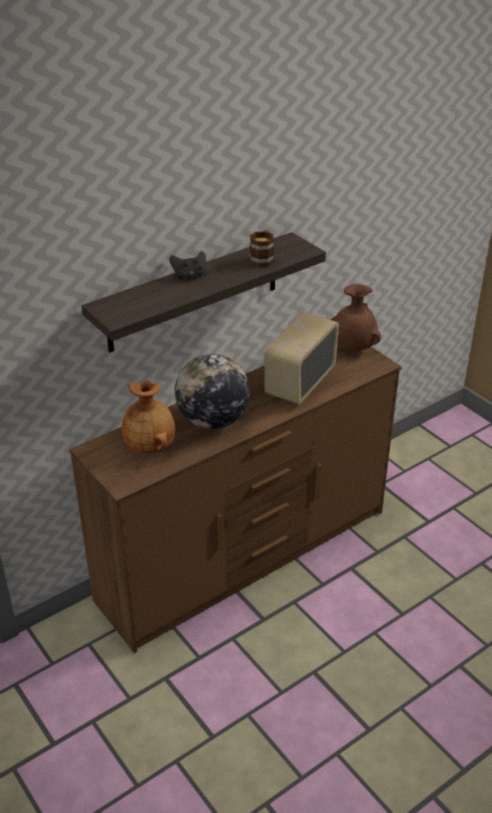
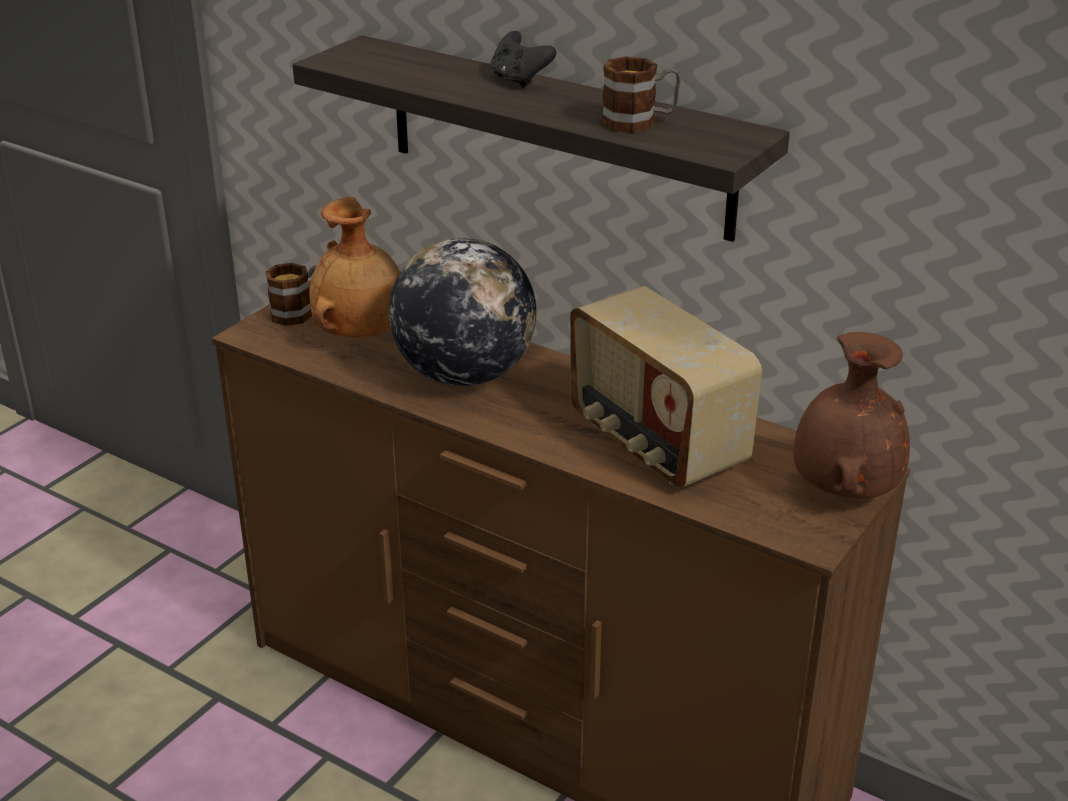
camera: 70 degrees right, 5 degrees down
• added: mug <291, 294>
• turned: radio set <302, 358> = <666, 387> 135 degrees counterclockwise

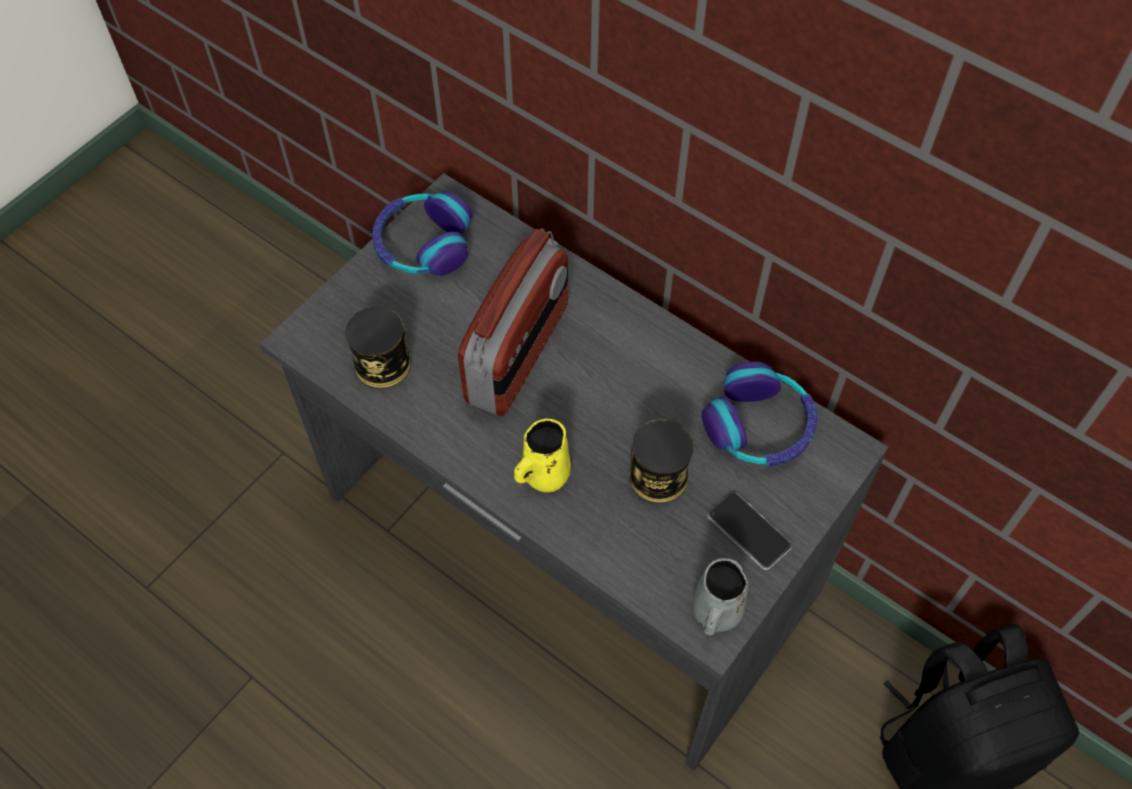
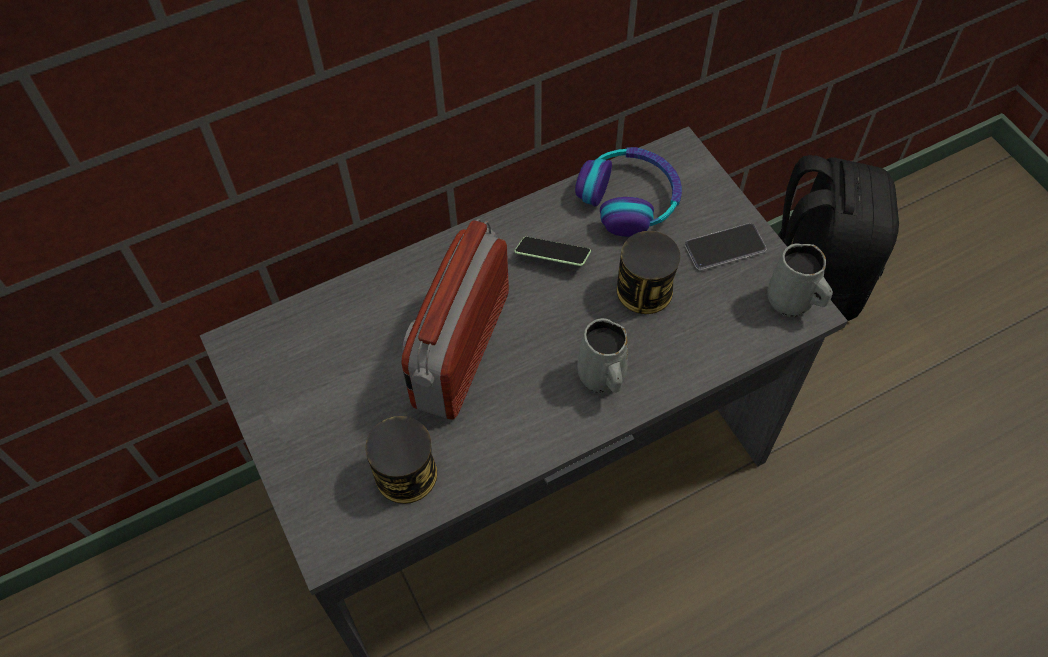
camera: 65 degrees left, 0 degrees up
• removed: pair of headphones <422, 234>
• added: handset <552, 251>
• recoloured: yellow-coloured mug <542, 455> to grey mug <602, 356>
• turned: radio set <513, 322> = <455, 319> 120 degrees counterclockwise

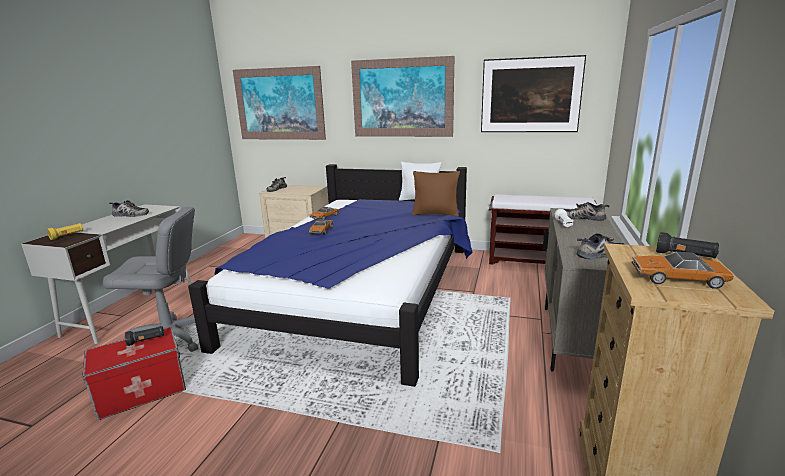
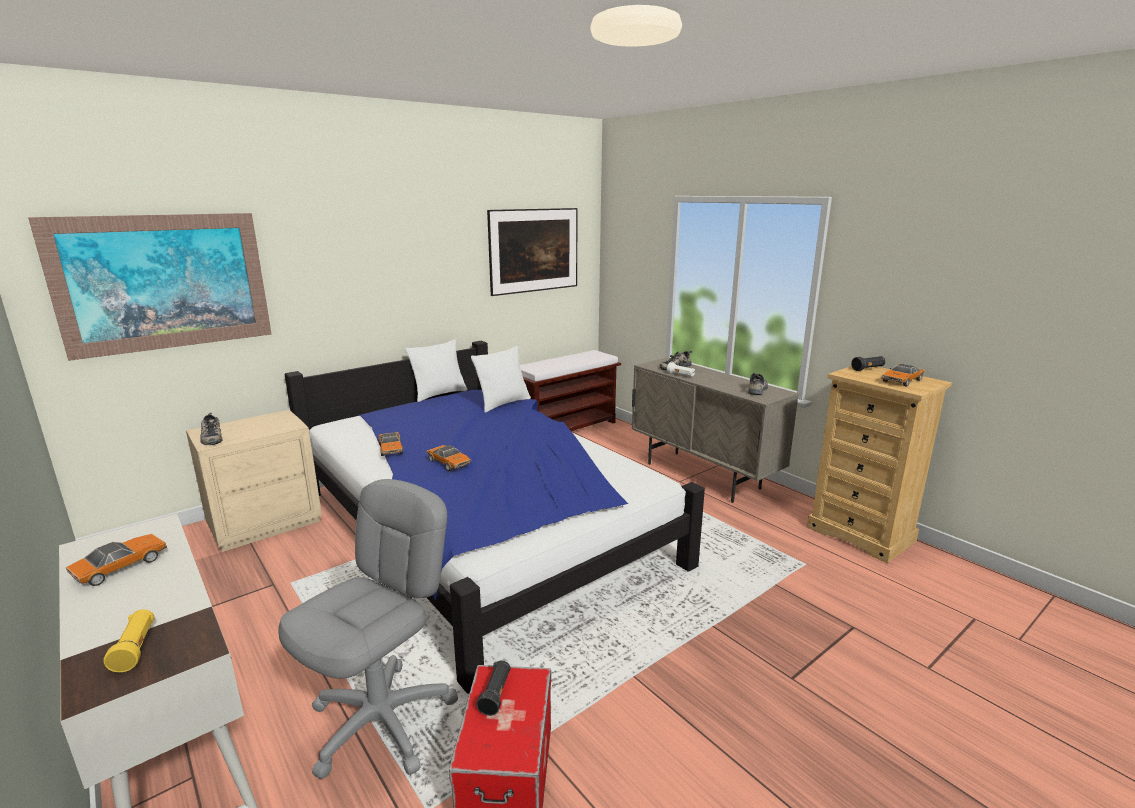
camera: 55 degrees left, 0 degrees up
• removed: wall art <403, 96>
• replaced: low shoe <129, 208> to model car <116, 560>
• recoloured: brown cushion <436, 193> to white-coloured cushion <501, 379>

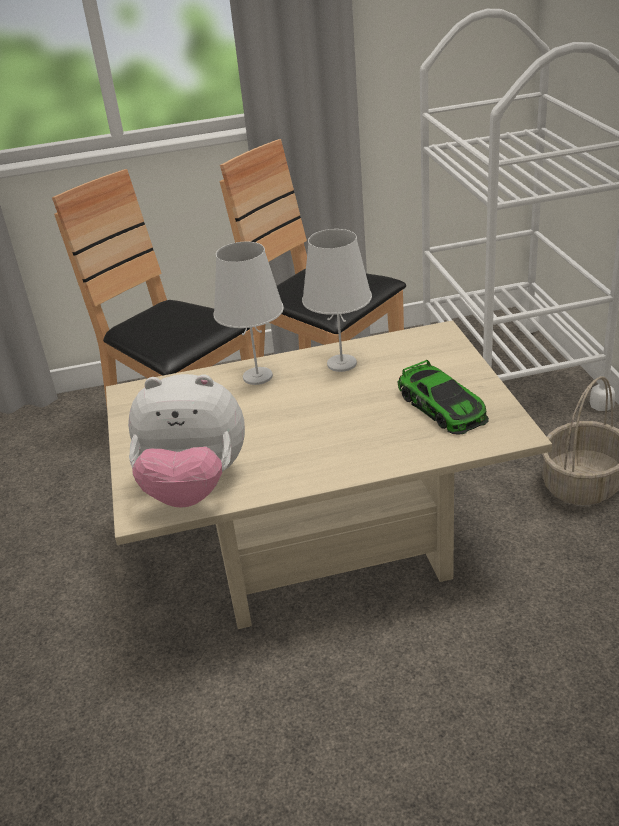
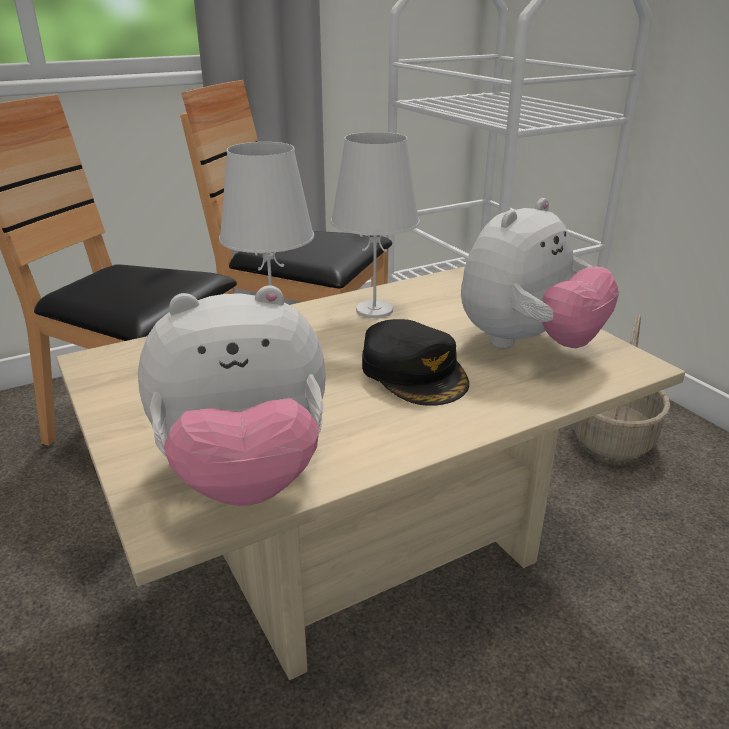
camera: 20 degrees left, 5 degrees down
• added: black-coloured peaked cap <415, 362>
• replaced: model car <443, 397> to soft toy <540, 273>

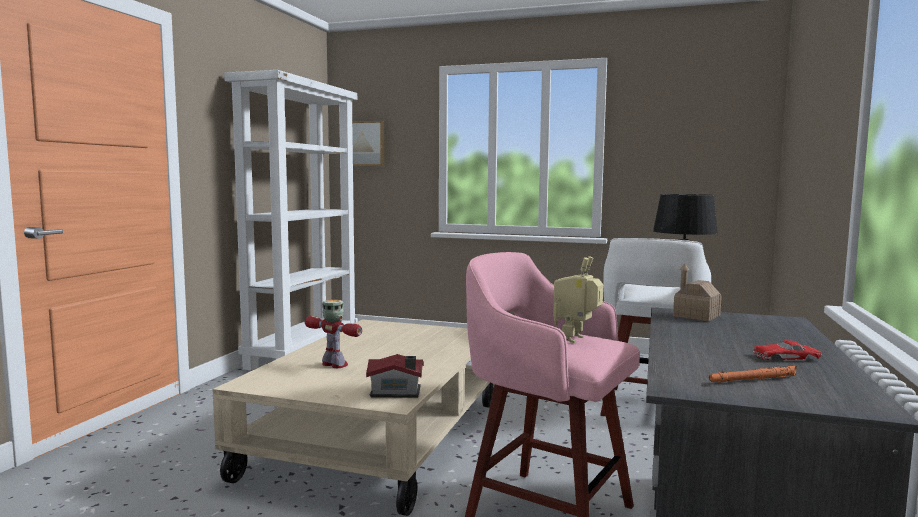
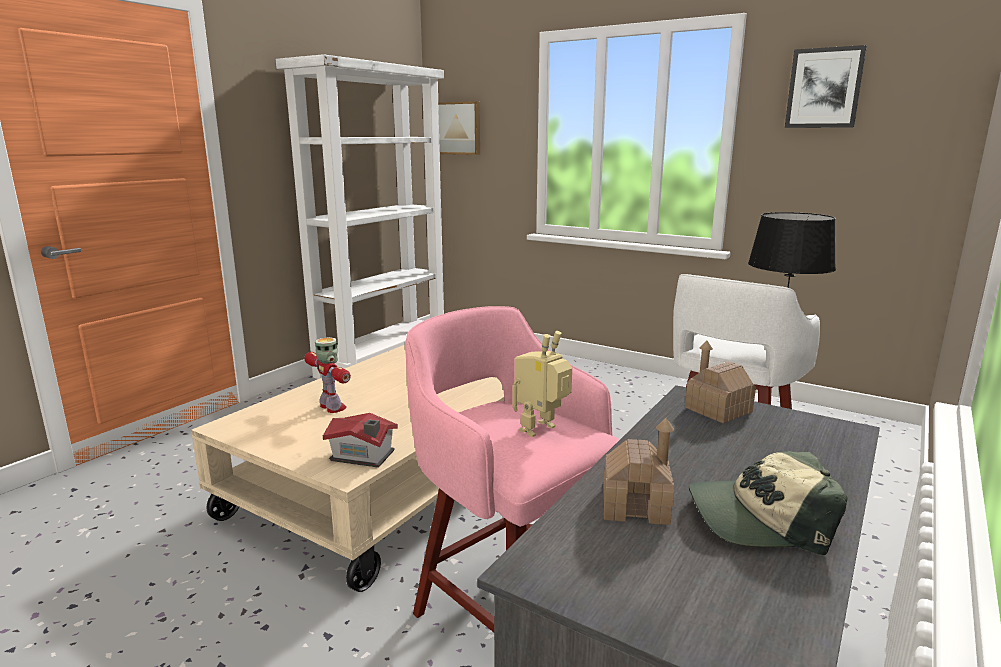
camera: 15 degrees right, 10 degrees up
• removed: orangey flashlight <753, 374>
• added: miniature house <638, 471>
• added: wall art <826, 86>
• replaced: red model car <787, 350> to peaked cap <768, 503>

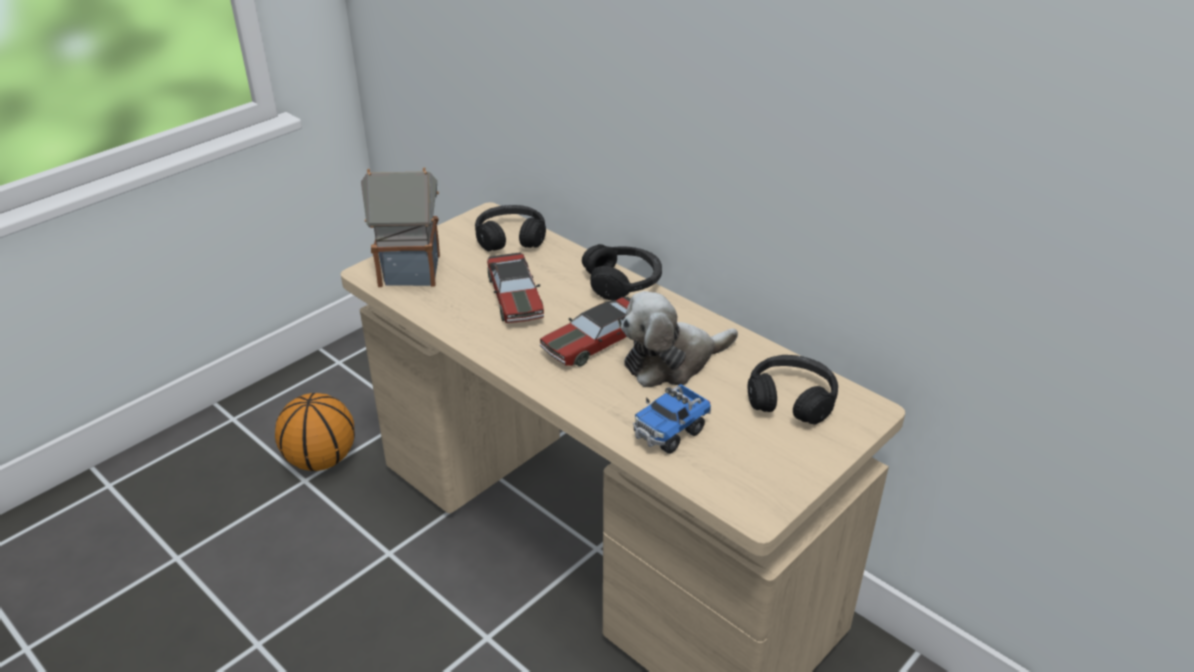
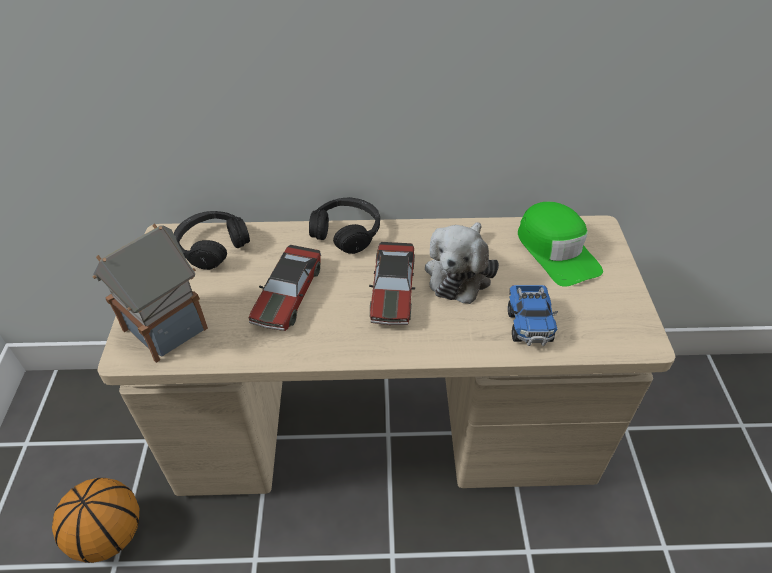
camera: 45 degrees left, 10 degrees up
• replaced: black-coloured pair of headphones <793, 389> to greenish peaked cap <560, 244>
• turned: model car <515, 287> = <285, 288> 75 degrees clockwise

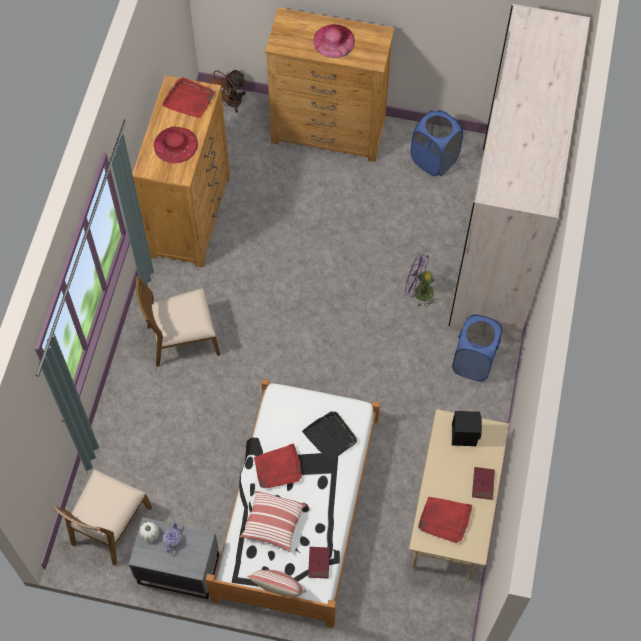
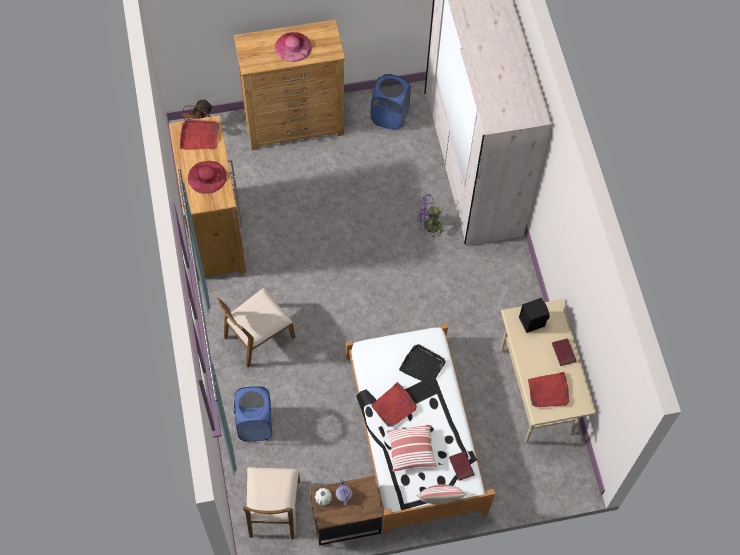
camera: 25 degrees left, 0 degrees up
• moved: bluish washing basket <477, 348> to <253, 413>
• recoloured: grey nightstand <174, 558> to brown nightstand <346, 510>

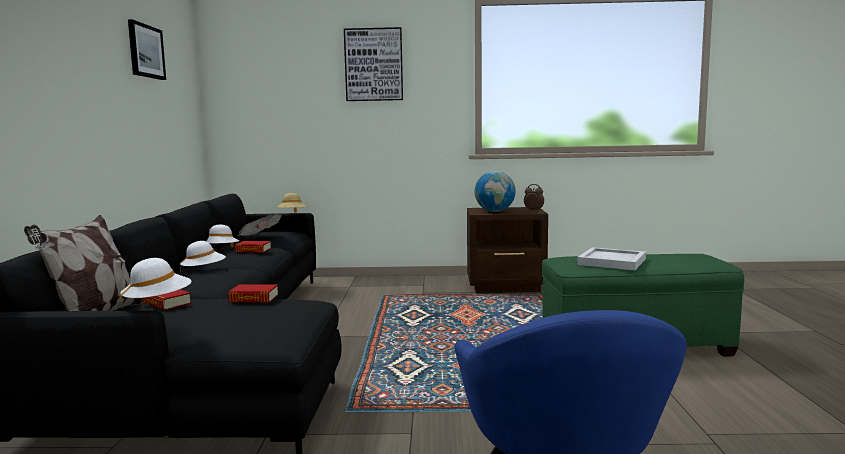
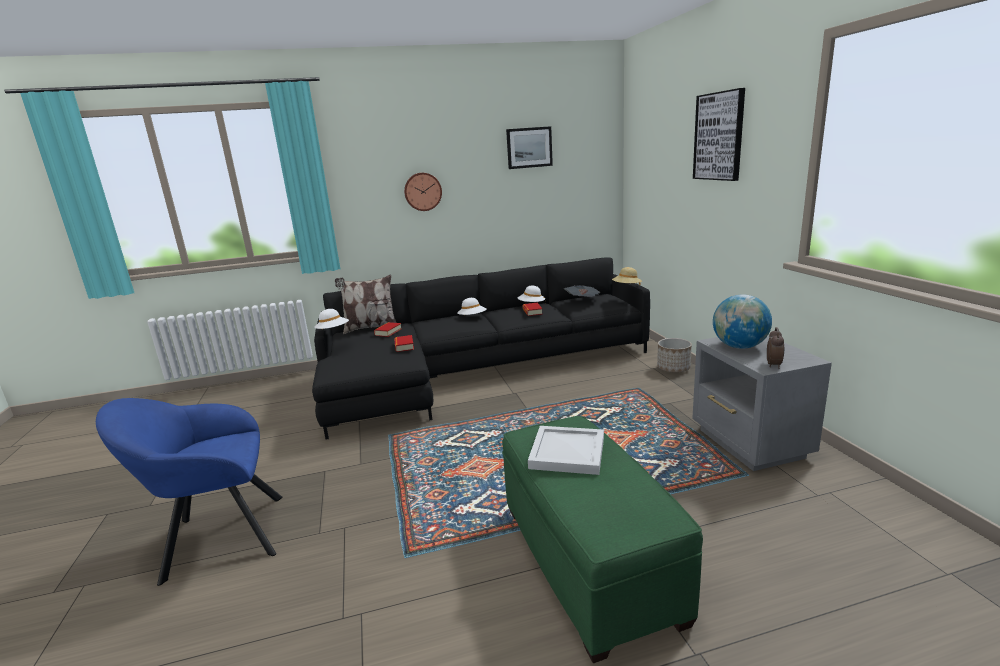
camera: 75 degrees right, 10 degrees up
• added: wall clock <423, 192>
• added: flower pot <674, 355>
• recoloured: brown nightstand <507, 250> to grey nightstand <762, 403>

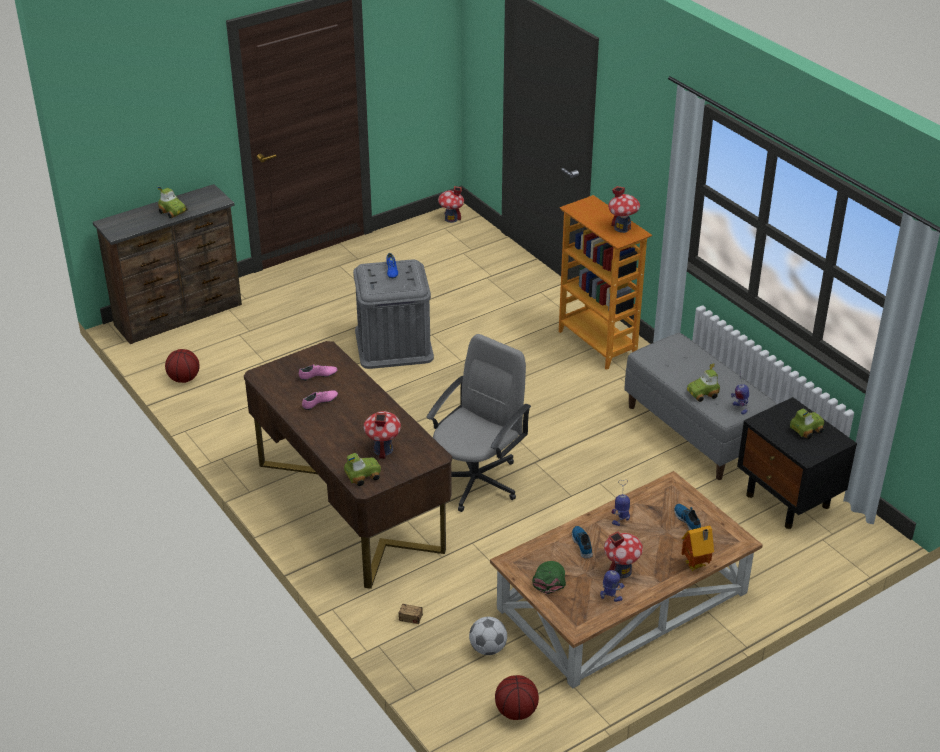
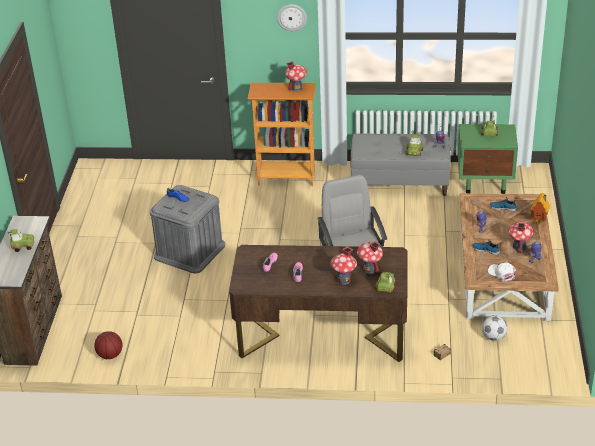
camera: 50 degrees left, 0 degrees up
• removed: ball for basketball <517, 697>
• added: wall clock <292, 17>
• moved: miniature house <451, 204> to <343, 266>
• recoloured: greenish peaked cap <549, 578> to white-coloured peaked cap <502, 272>
• recoloured: black-coloured nightstand <797, 463> to greenish nightstand <488, 159>

